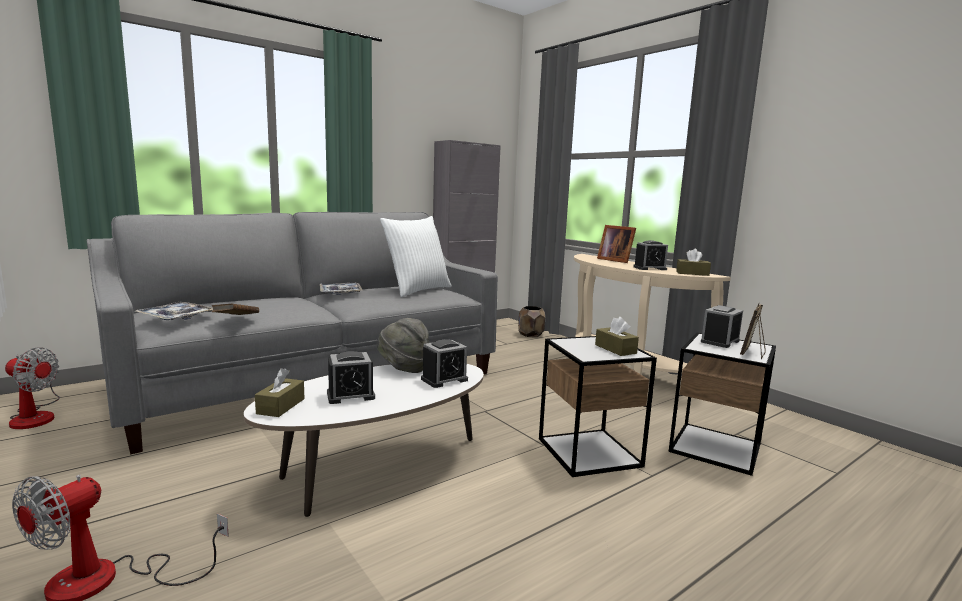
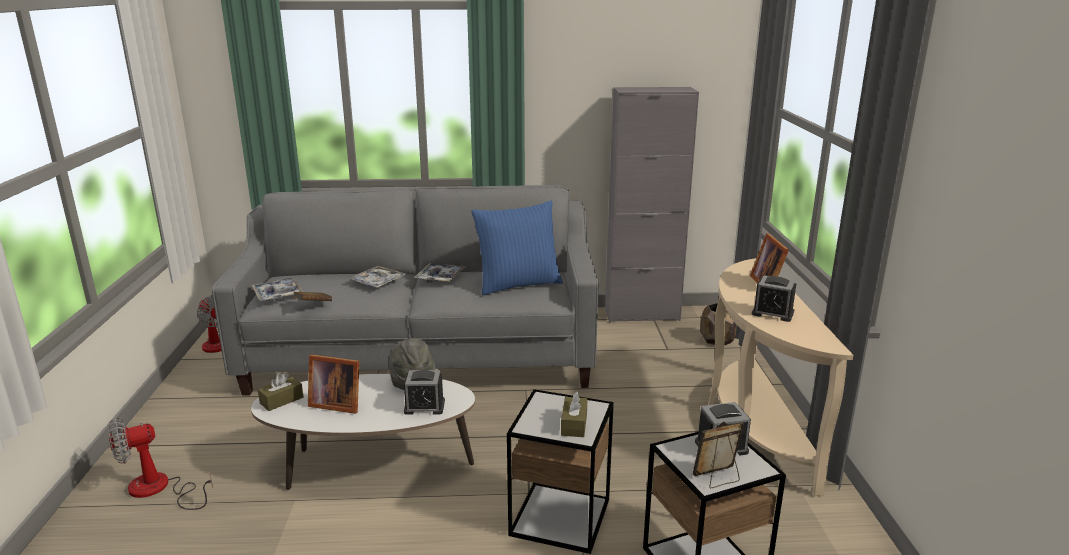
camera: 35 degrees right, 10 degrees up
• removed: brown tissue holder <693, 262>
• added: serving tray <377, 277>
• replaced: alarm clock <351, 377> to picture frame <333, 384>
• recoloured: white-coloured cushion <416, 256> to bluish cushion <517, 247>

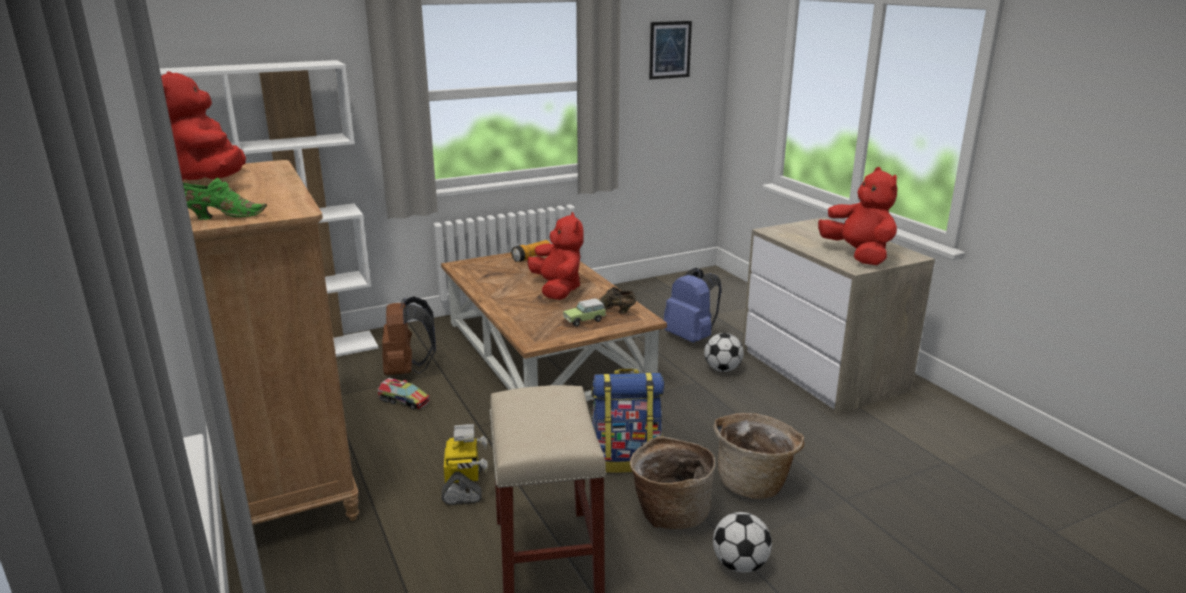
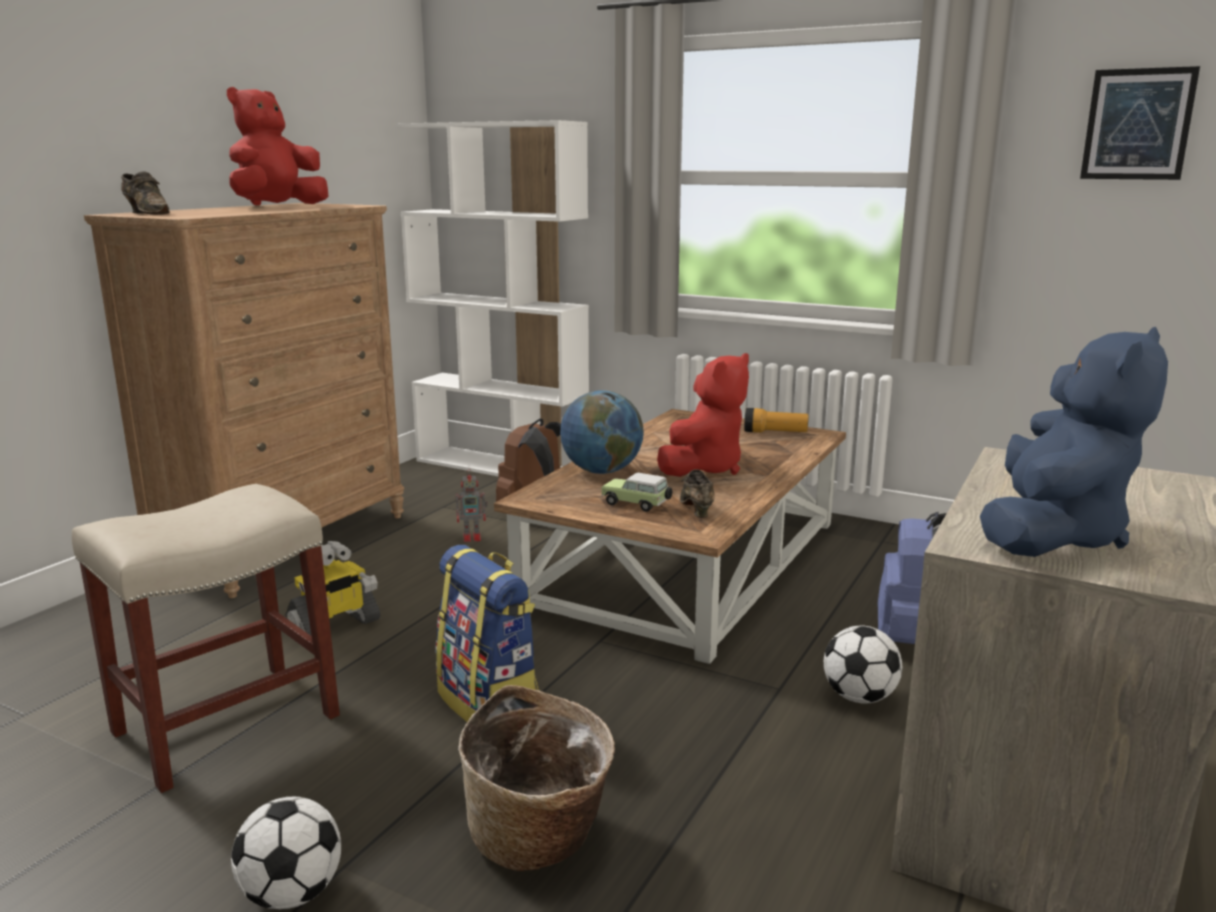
camera: 55 degrees right, 5 degrees down
• removed: storage basket <672, 482>
• added: world globe <602, 432>
• replaced: toy truck <404, 394> to robot figure <472, 505>
• recoloured: greenish low shoe <225, 199> to brown low shoe <145, 193>
• recoloured: red soft toy <857, 216> to bluish soft toy <1074, 442>

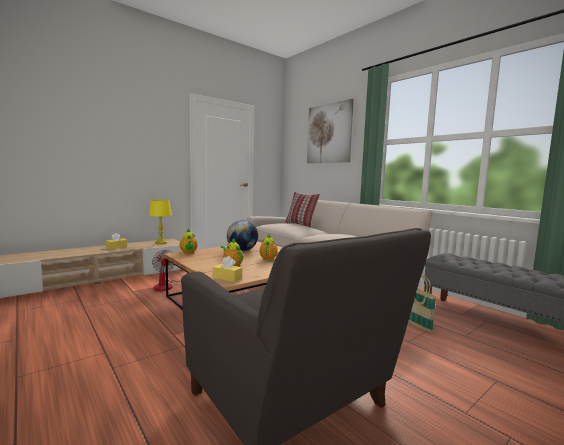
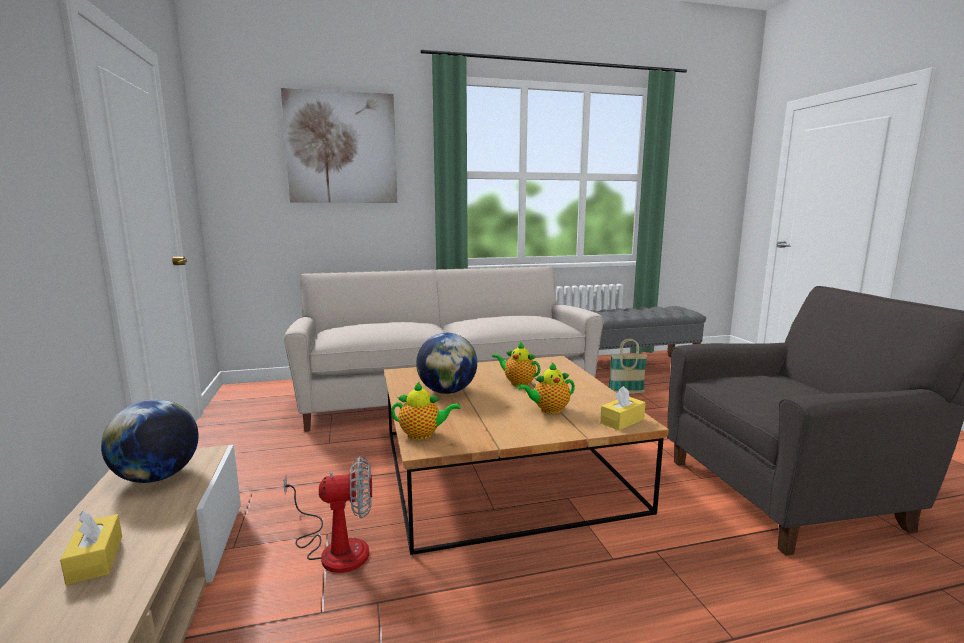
camera: 65 degrees left, 5 degrees up
• removed: cushion <302, 209>
• replaced: yellow-coloured tabletop lamp <160, 222> to world globe <150, 441>

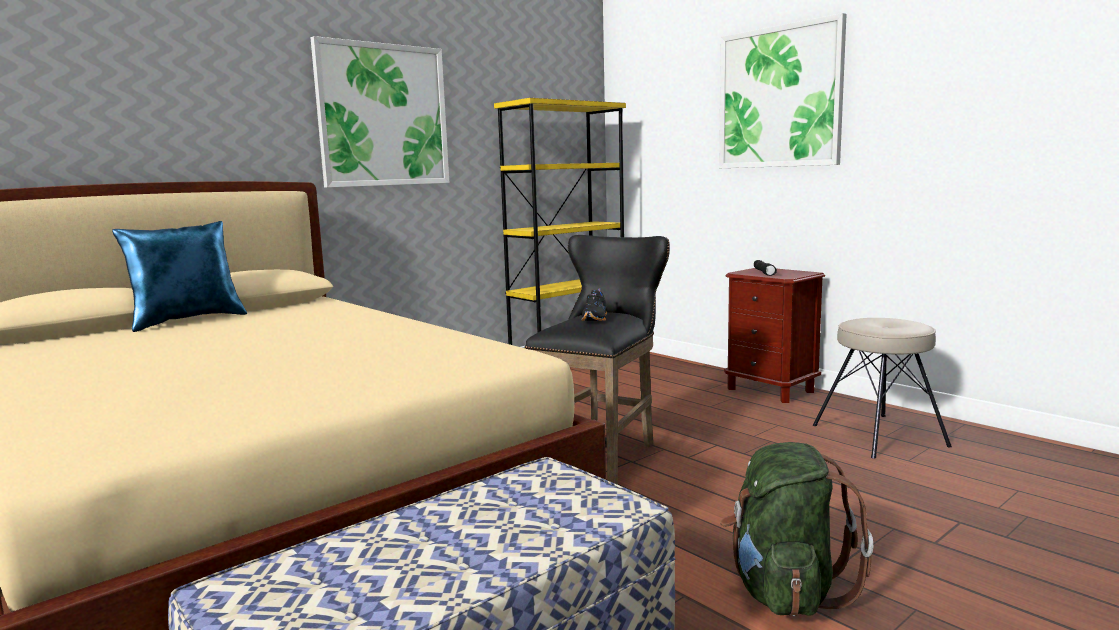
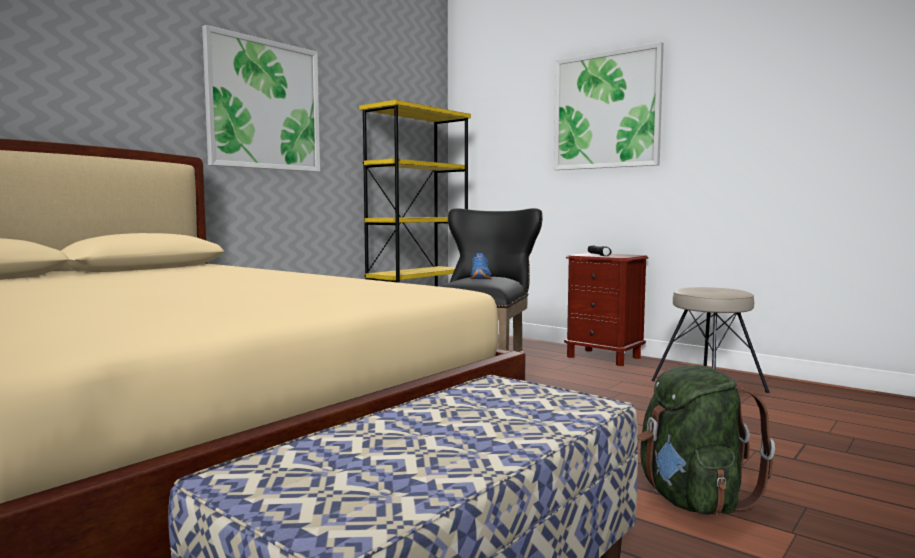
camera: 10 degrees left, 5 degrees down
• removed: bluish cushion <179, 276>
• recoloured: black-coloured low shoe <594, 304> to bluish low shoe <481, 266>

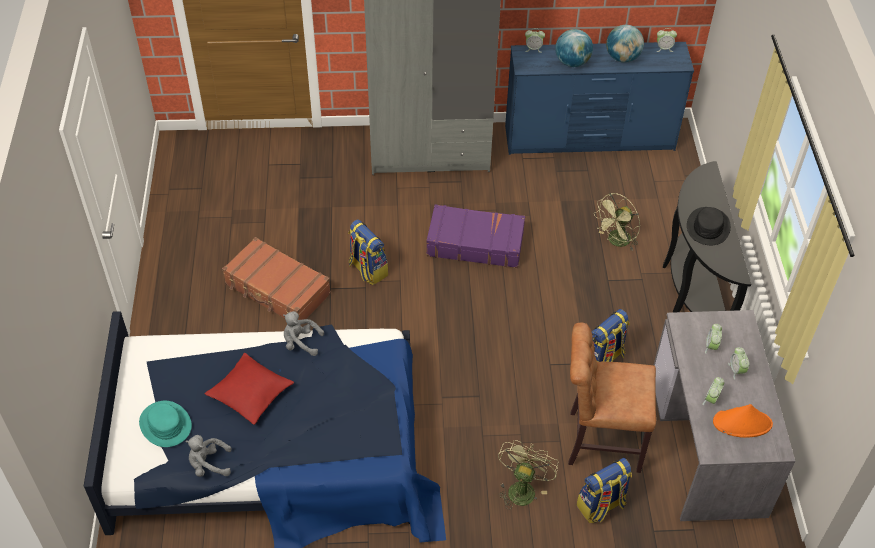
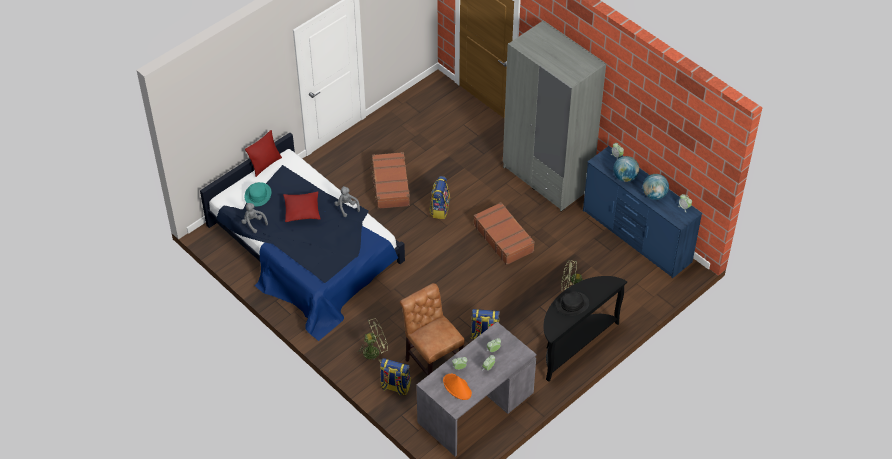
camera: 50 degrees right, 0 degrees up
• added: red cushion <263, 153>
• recoloured: purple travel case <475, 236> to brown travel case <504, 233>

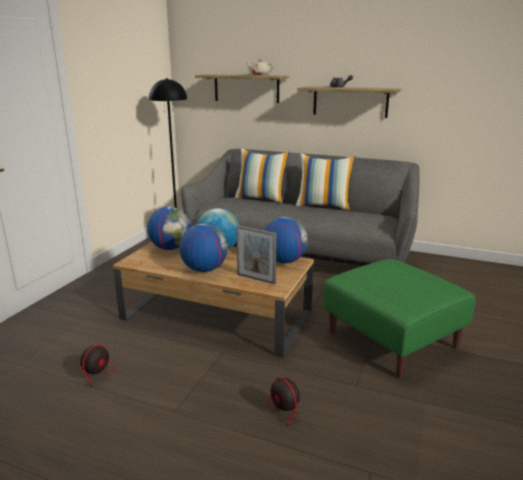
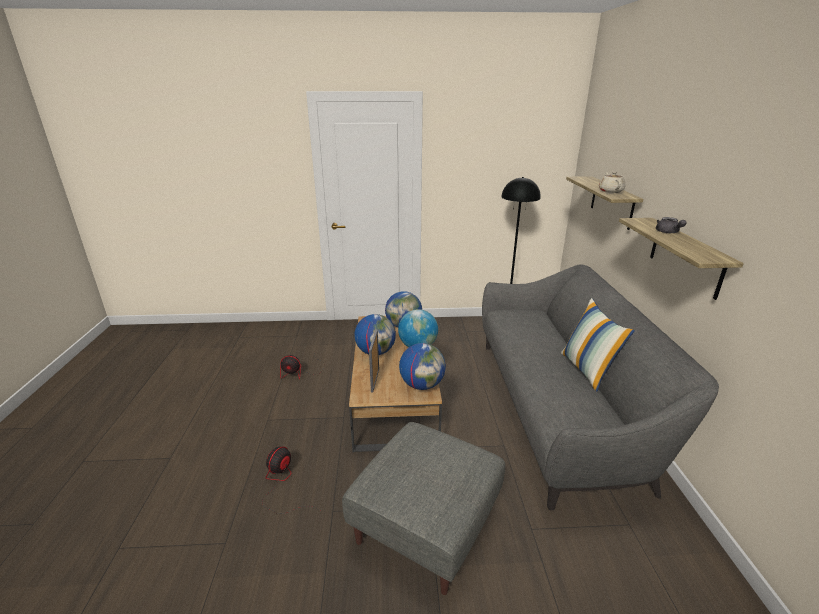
camera: 65 degrees right, 5 degrees up
• removed: cushion <262, 176>
• recoloured: greenish pouffe <399, 318> to grey pouffe <423, 508>

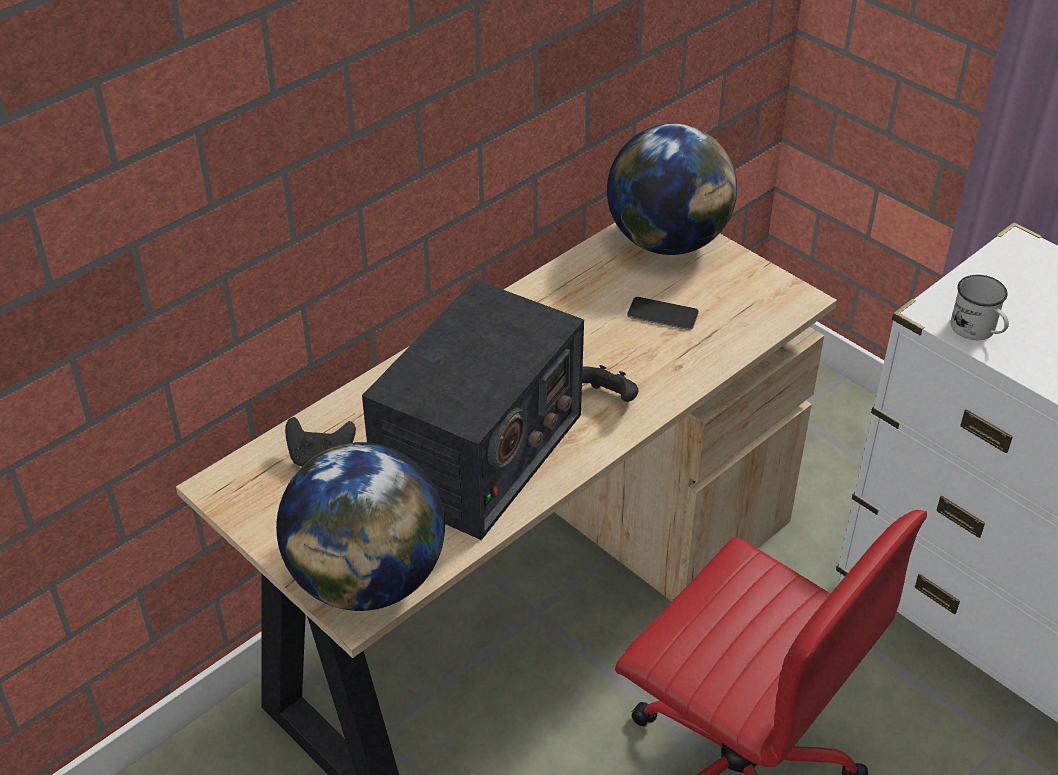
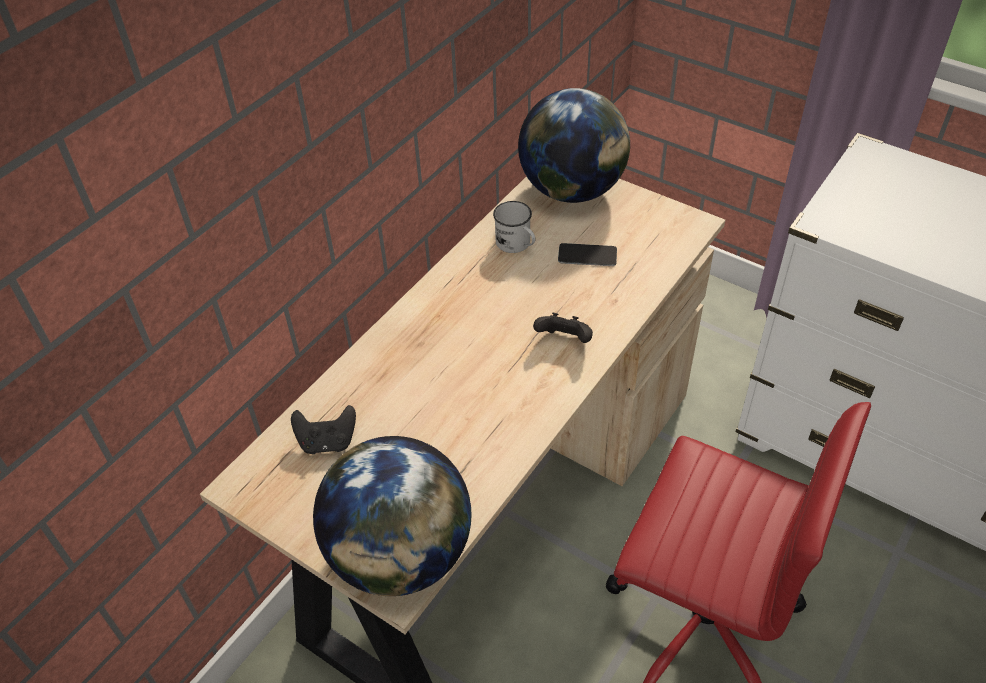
camera: 10 degrees left, 5 degrees up
• removed: radio set <473, 409>
• moved: white-coloured mug <980, 307> to <514, 227>

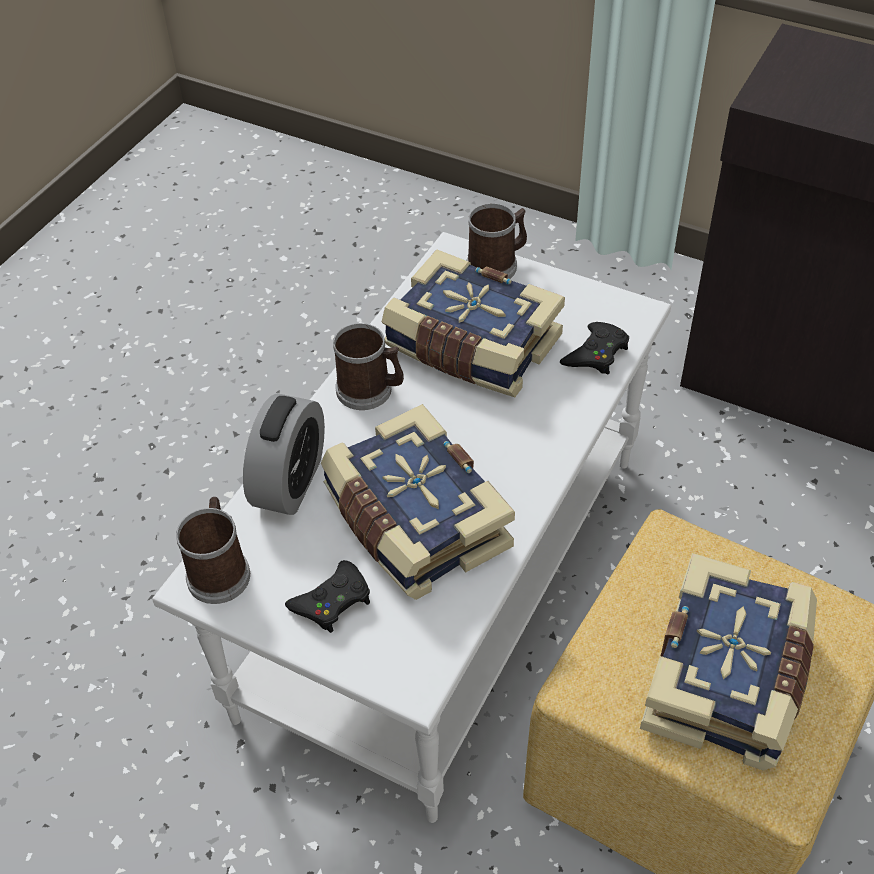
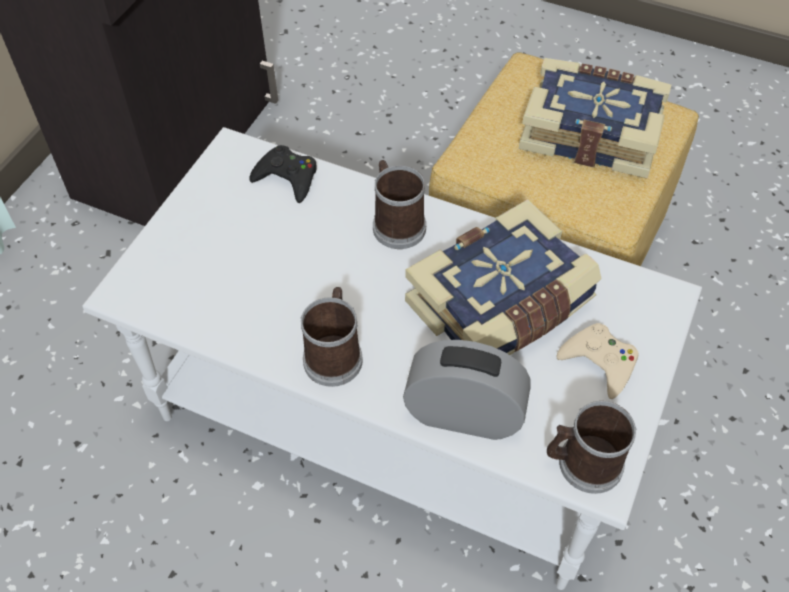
camera: 95 degrees left, 5 degrees up
• removed: bound book <473, 323>
• moved: mug <496, 241> to <399, 204>
• recoloured: black-coloured gamepad <327, 596> to sand-coloured gamepad <598, 361>

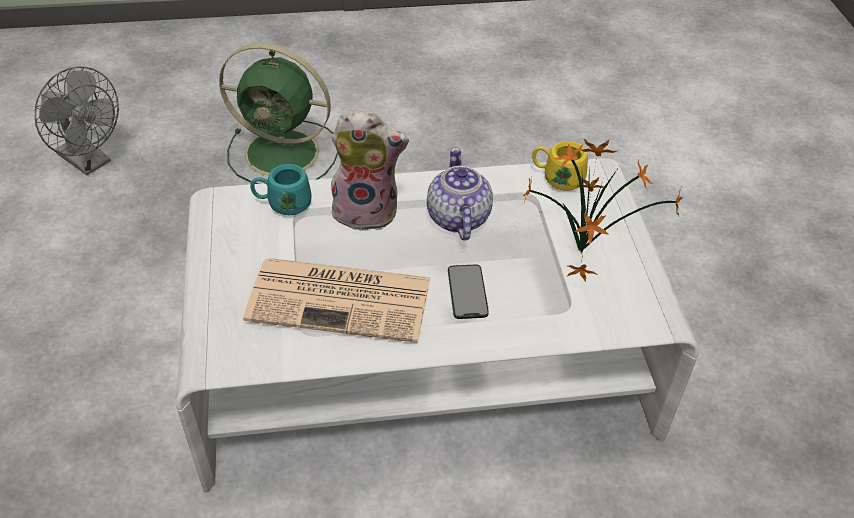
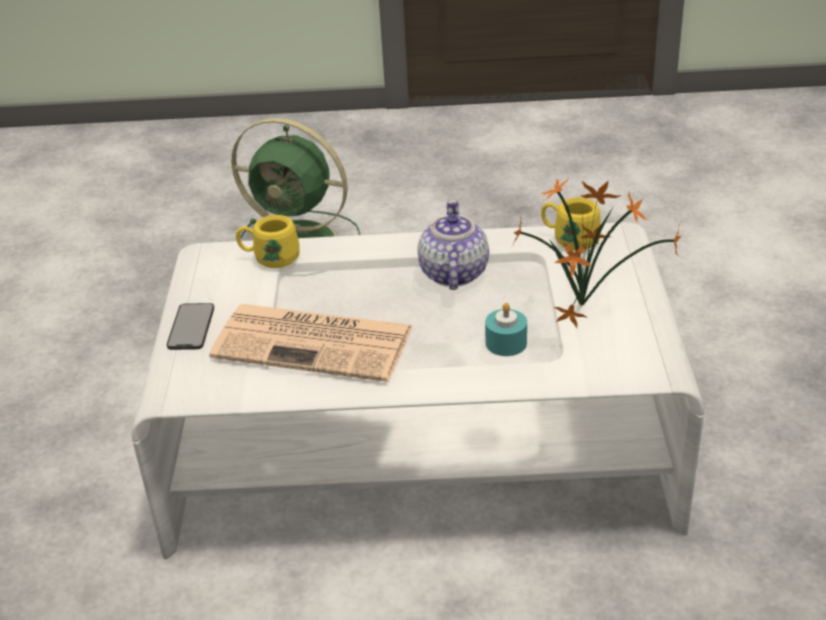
camera: 10 degrees right, 10 degrees down
• removed: grey electric fan <77, 120>
• removed: soft toy <370, 170>
• added: turquoise-coloured wax light <506, 329>
• moved: handset <468, 292> to <190, 326>
• recoloured: turquoise-coloured mug <281, 189> to yellow-coloured mug <268, 241>

